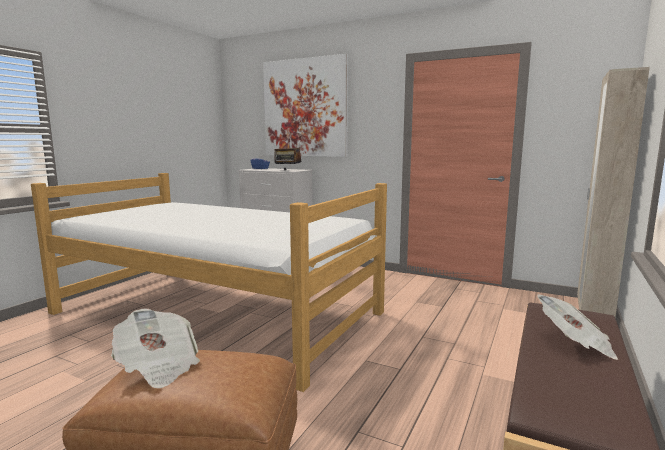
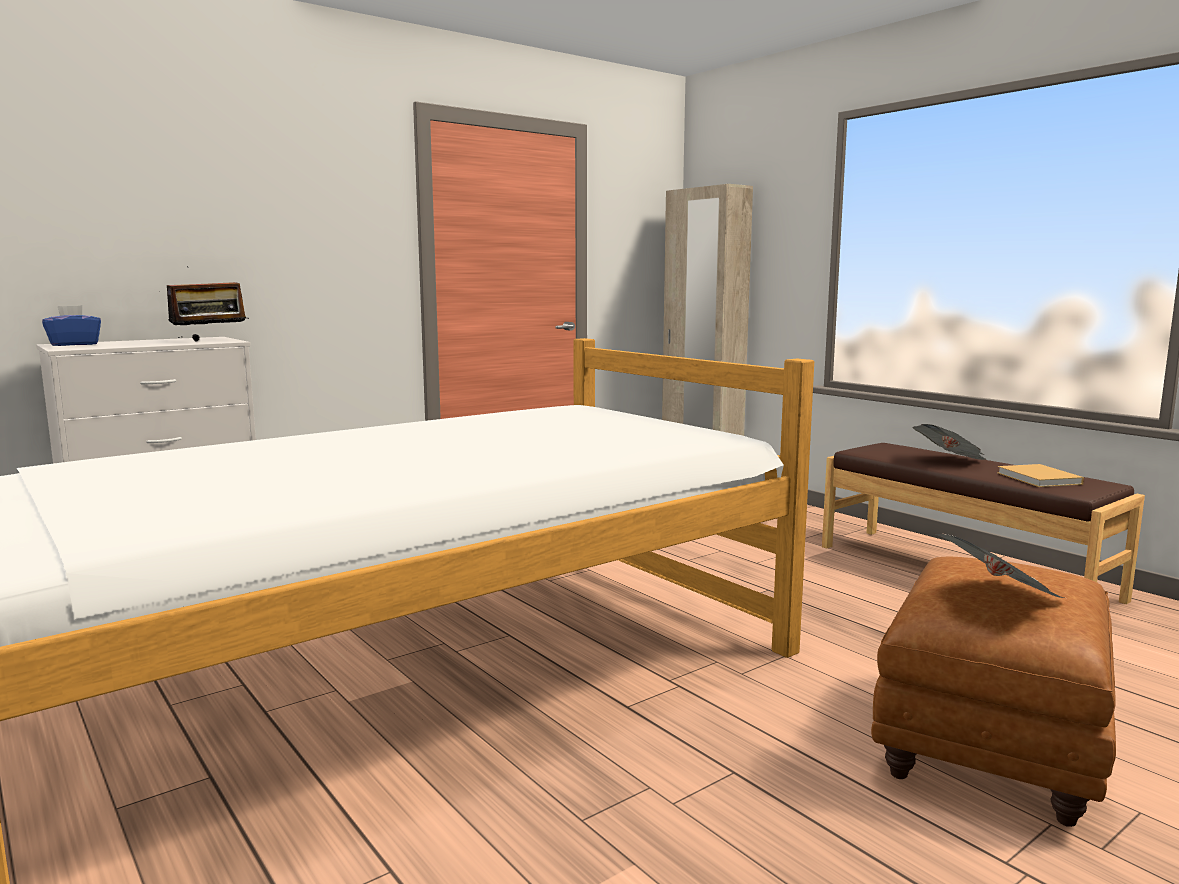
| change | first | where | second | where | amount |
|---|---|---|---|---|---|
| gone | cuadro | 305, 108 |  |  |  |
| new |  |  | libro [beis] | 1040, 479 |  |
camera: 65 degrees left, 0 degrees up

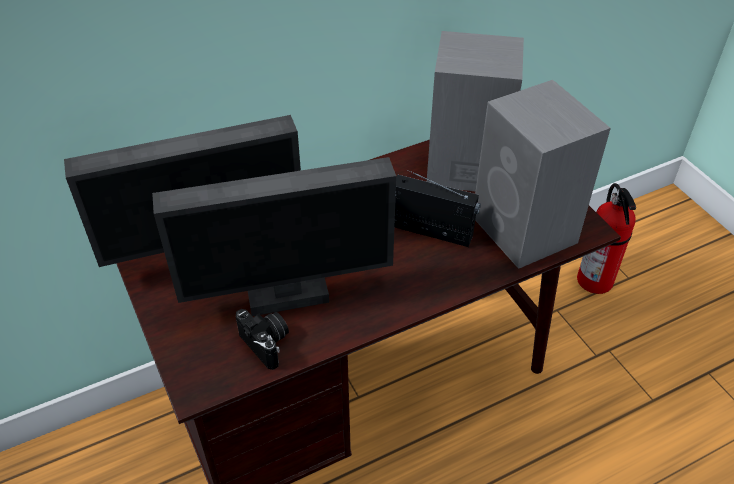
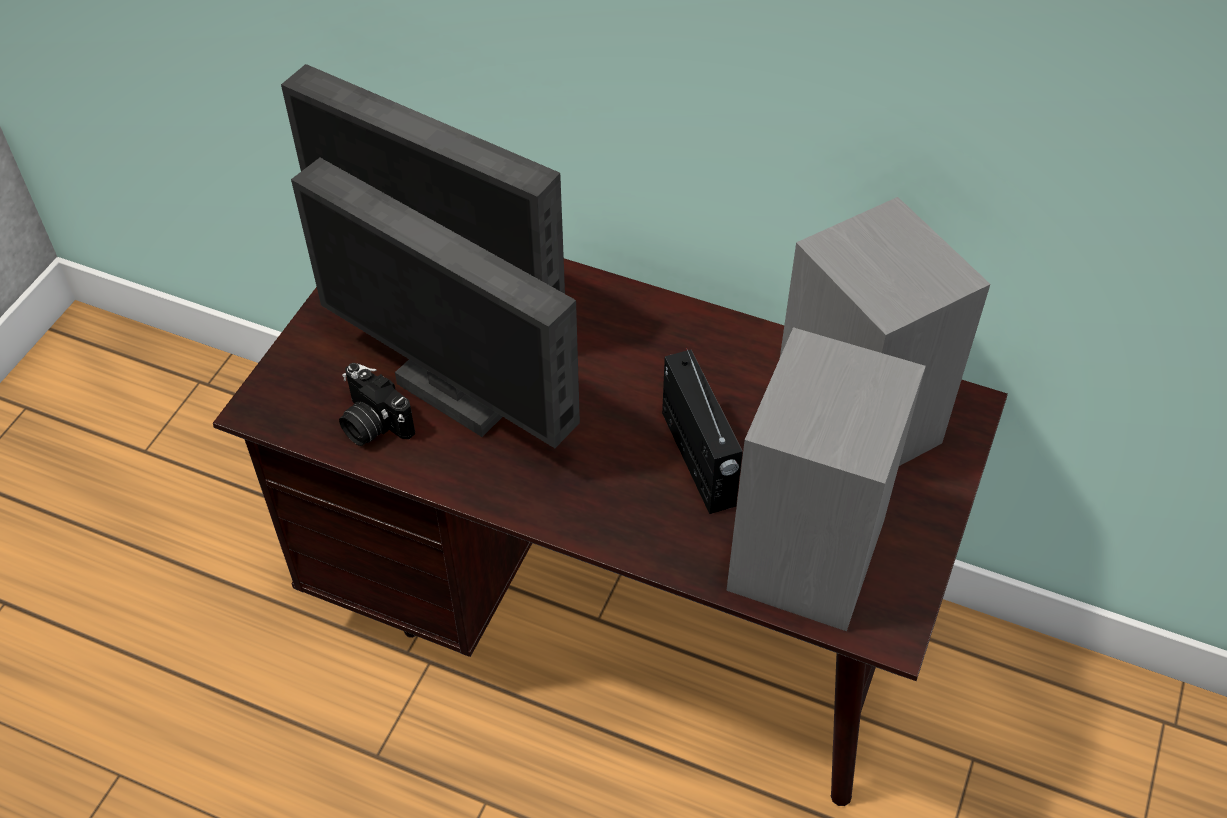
| change | first | where | second | where | amount |
|---|---|---|---|---|---|
| gone | extintor | 596, 281 |  |  |  |
| rotated | cámara | 267, 343 |  | 372, 424 | 120 degrees clockwise |
camera: 50 degrees right, 5 degrees up

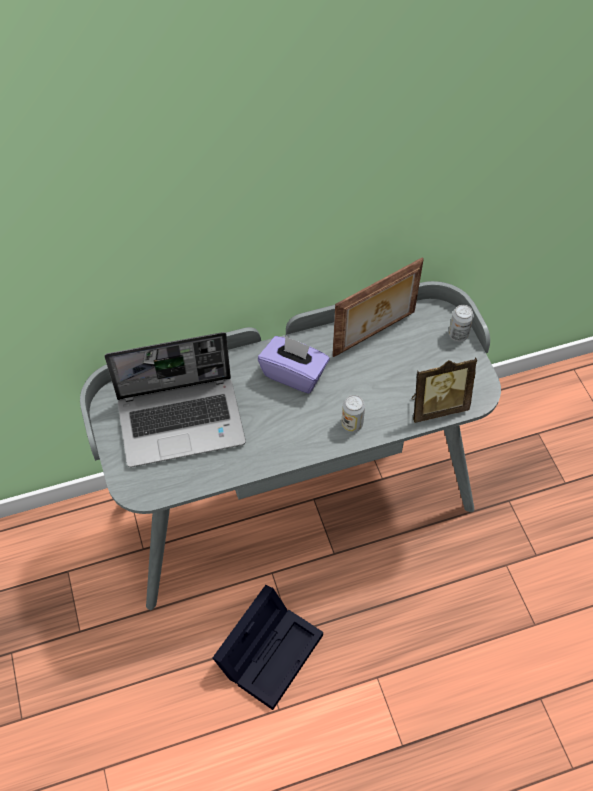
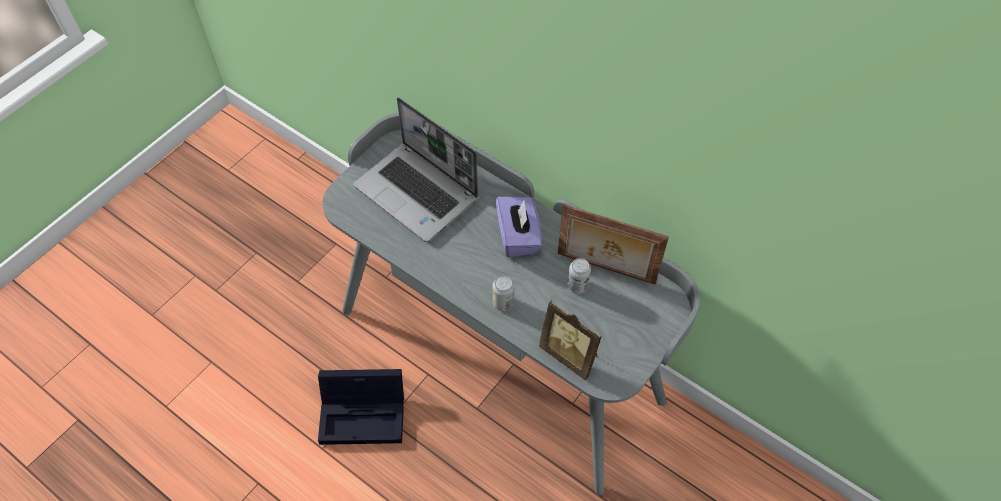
| change | first | where | second | where | amount |
|---|---|---|---|---|---|
| shifted | lata | 458, 334 |  | 577, 286 |  |
camera: 55 degrees right, 0 degrees up

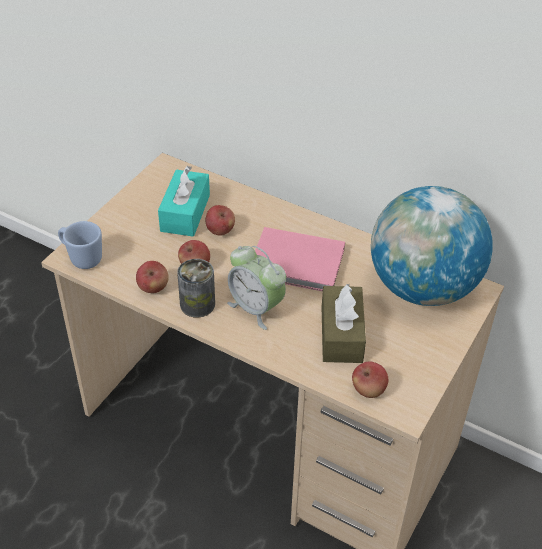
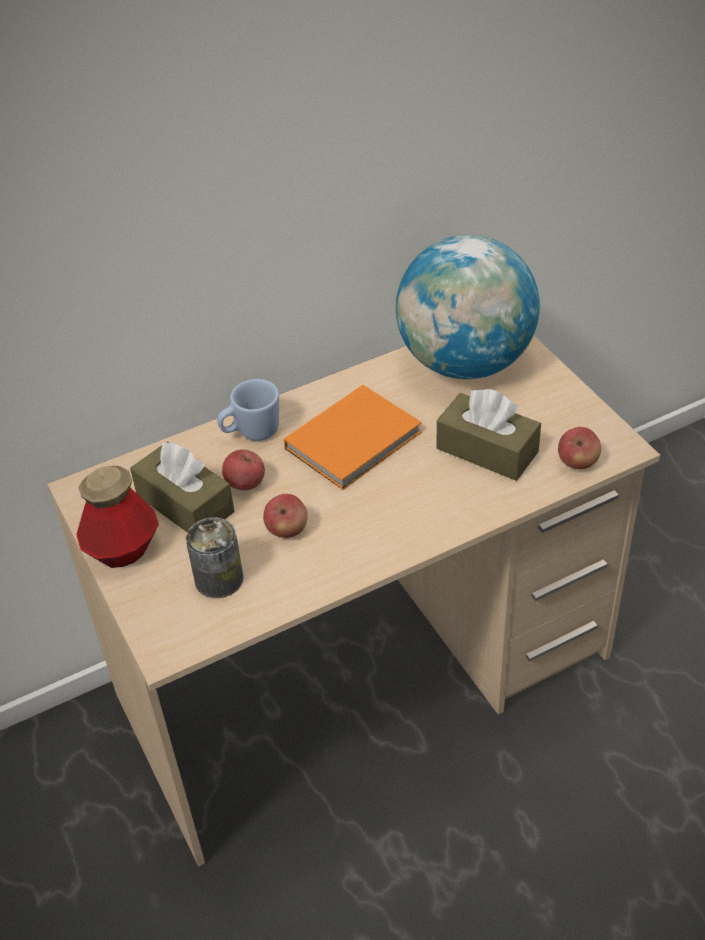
| change | first | where | second | where | amount |
|---|---|---|---|---|---|
| gone | manzana | 153, 288 |  |  |  |
| gone | despertador | 256, 308 |  |  |  |
| new |  |  | botella | 123, 550 |  |
| shifted | taza grande [azul] | 81, 258 |  | 251, 433 |  |
| shifted | lata | 197, 304 |  | 219, 579 |  |
| repainted | caja de pañuelos [turquesa] | 185, 213 | caja de pañuelos [marrón] | 185, 504 |  |
| repainted | libro [rosa] | 299, 264 | libro [naranja] | 357, 439 |  |
camera: 55 degrees left, 0 degrees up

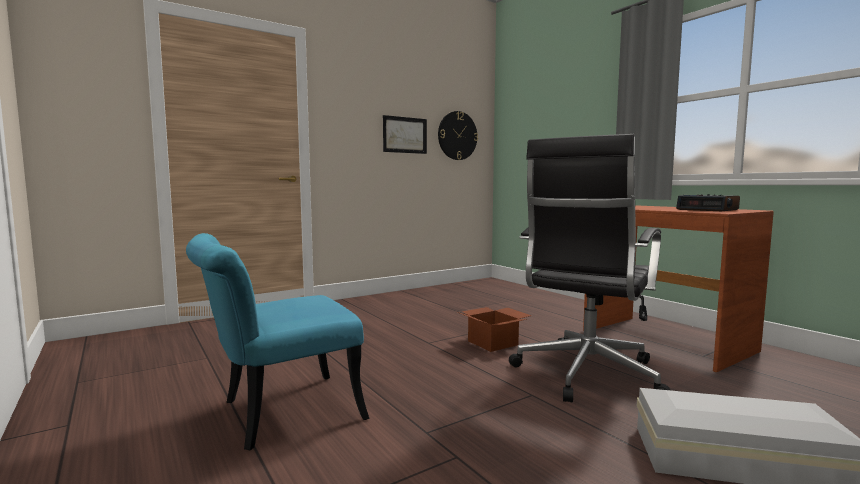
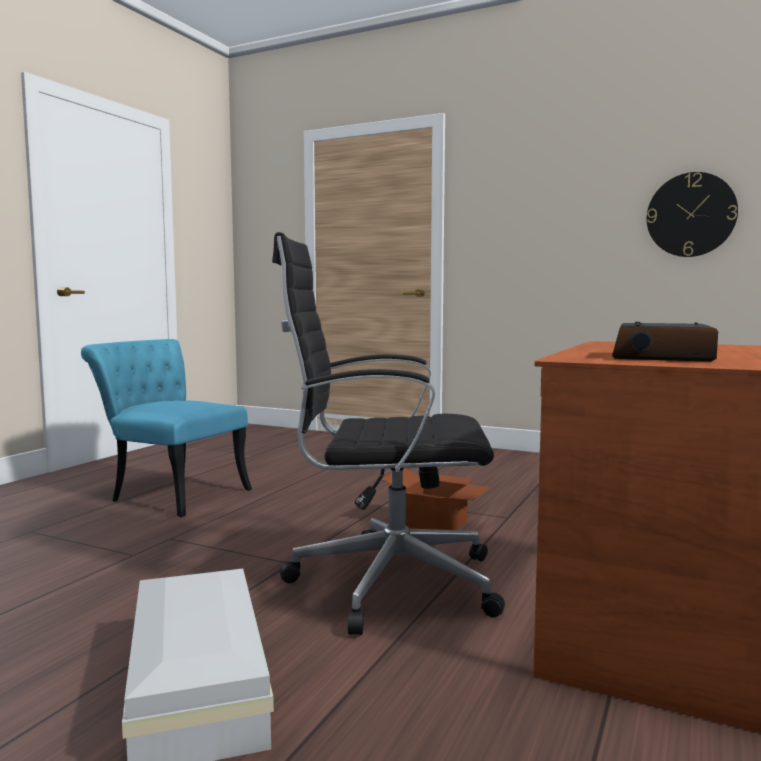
| change | first | where | second | where | amount |
|---|---|---|---|---|---|
| gone | cuadro | 405, 135 |  |  |  |
camera: 60 degrees right, 0 degrees up

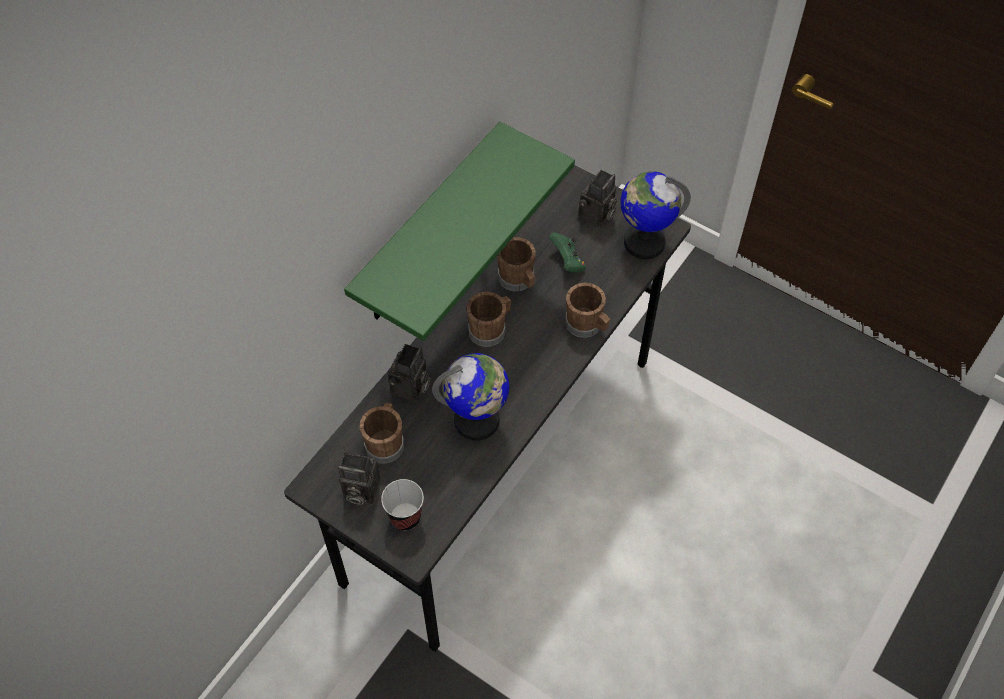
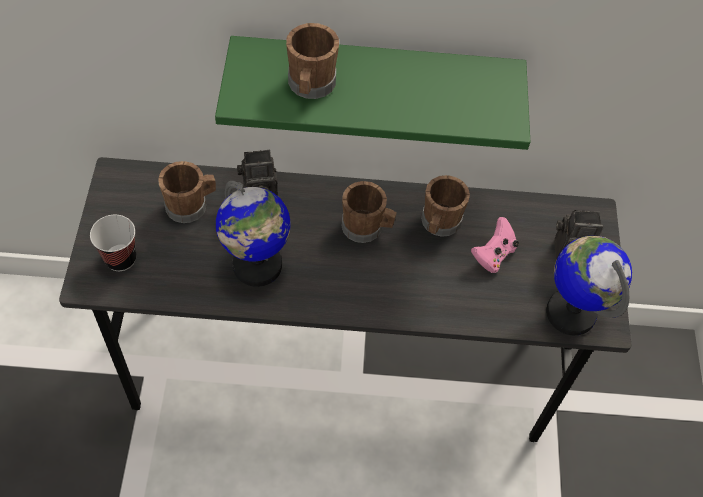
| change | first | where | second | where | amount |
|---|---|---|---|---|---|
| gone | cámara | 359, 491 |  |  |  |
| shifted | taza grande [marrón] | 587, 325 |  | 310, 86 |  |
| repainted | mando de consola [verde] | 567, 261 | mando de consola [rosa] | 493, 255 |  |
camera: 55 degrees right, 0 degrees up

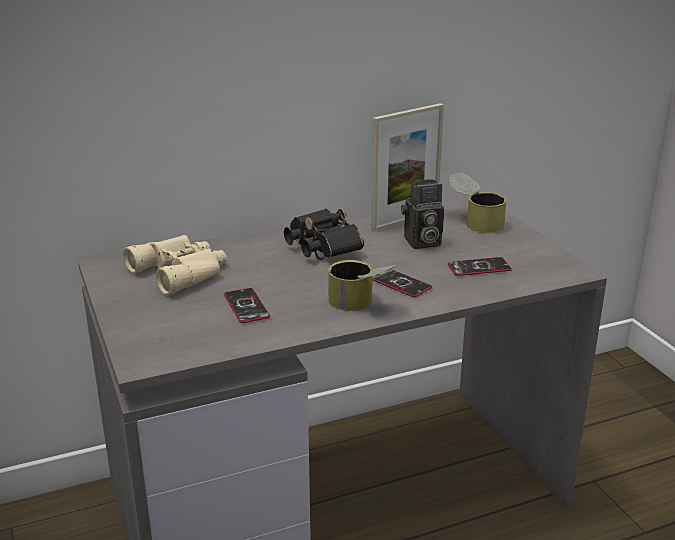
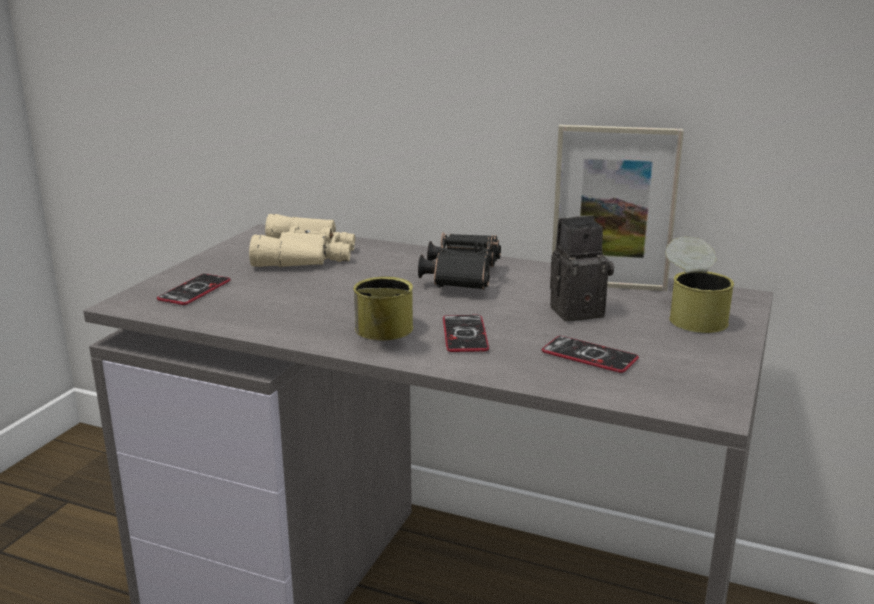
| change | first | where | second | where | amount |
|---|---|---|---|---|---|
| shifted | móvil | 246, 306 |  | 194, 291 |  |
| rotated | cámara | 421, 243 |  | 578, 310 | 135 degrees clockwise |
camera: 45 degrees right, 5 degrees down

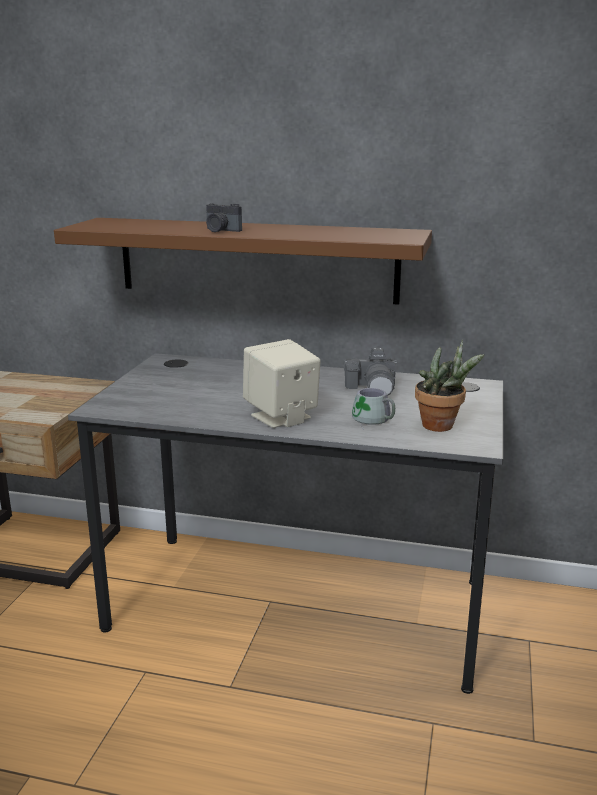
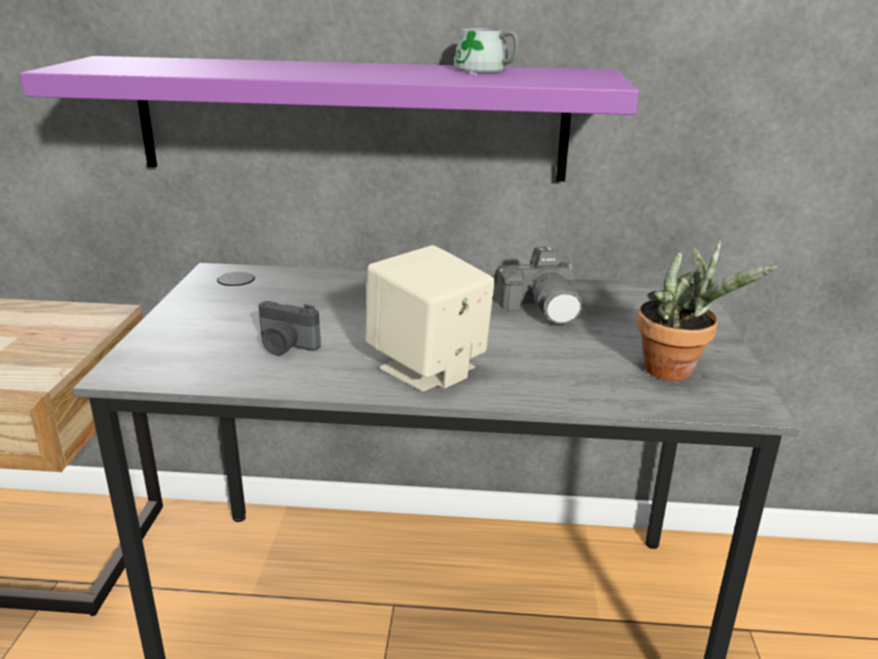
| change | first | where | second | where | amount |
|---|---|---|---|---|---|
| shifted | cámara | 221, 230 |  | 286, 347 |  |
| shifted | taza grande [gris] | 372, 421 |  | 483, 71 |  |
| repainted | estante [marrón] | 256, 260 | estante [morado] | 351, 119 |  |
camera: 10 degrees left, 5 degrees up

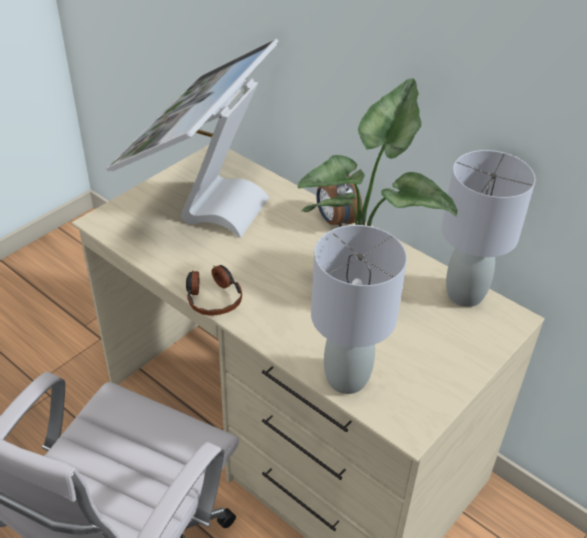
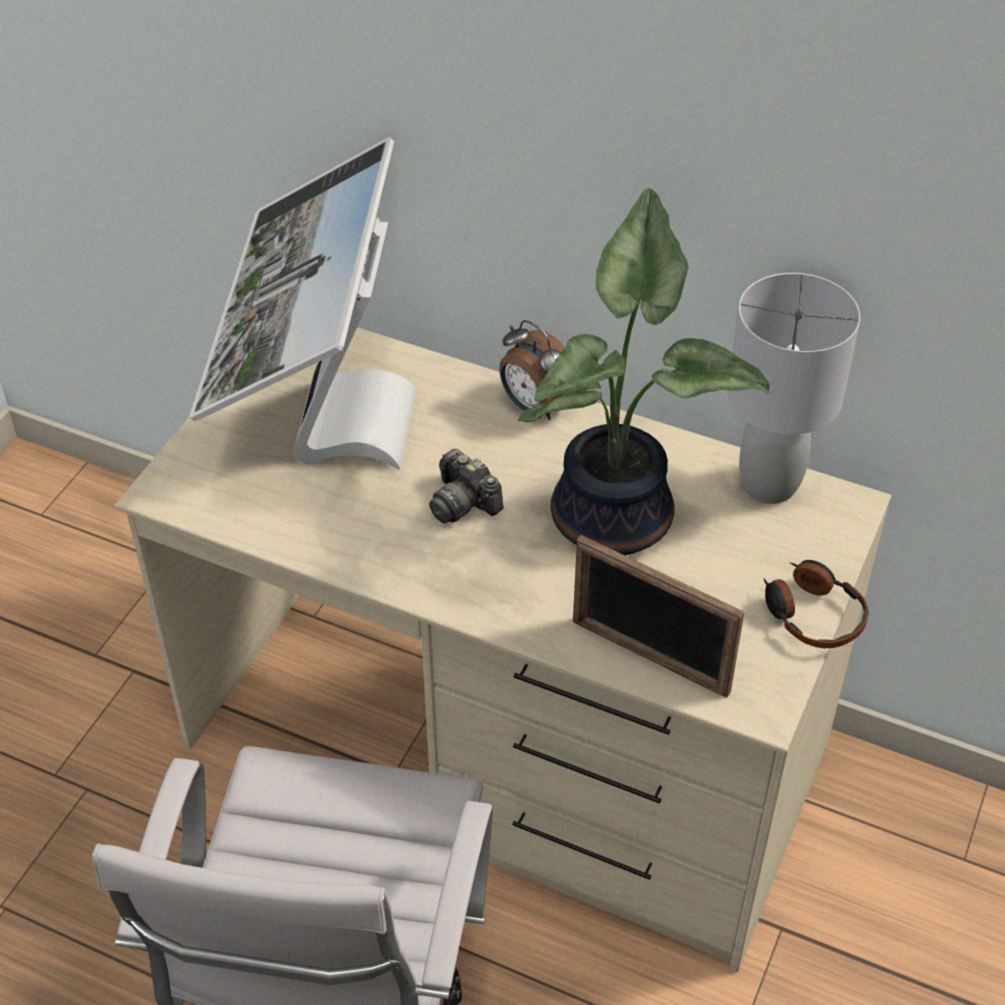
| change | first | where | second | where | amount |
|---|---|---|---|---|---|
| new |  |  | cámara | 463, 502 |  |
| shifted | auriculares | 213, 297 |  | 812, 614 |  |
| swapped | lámpara de mesa [gris] | 347, 379 | portarretratos | 649, 657 |  |
camera: 15 degrees left, 5 degrees up

